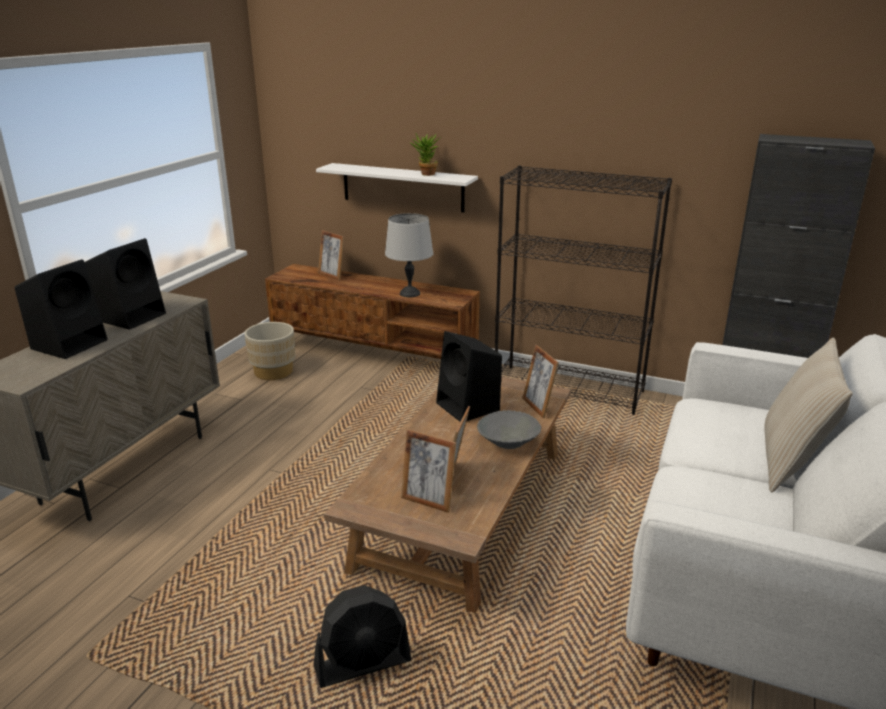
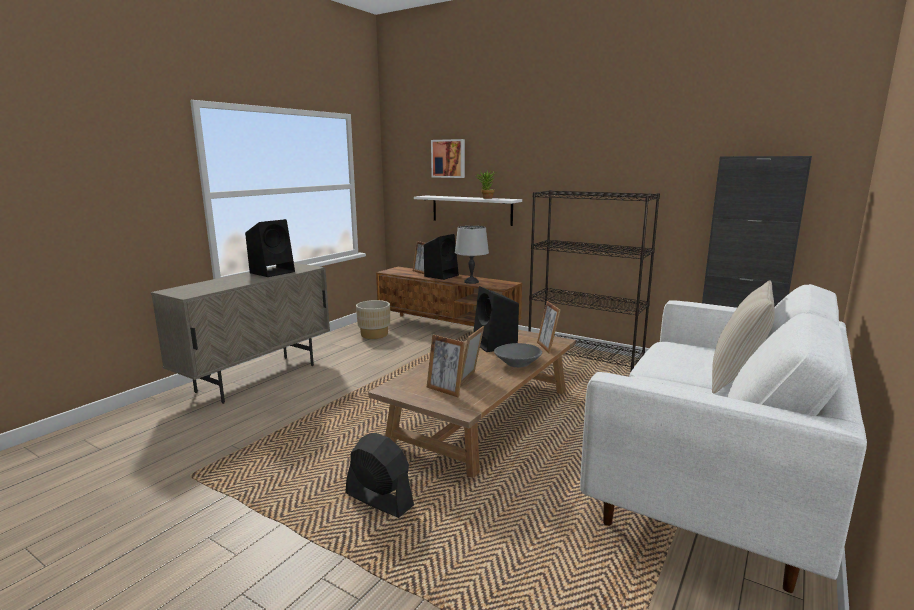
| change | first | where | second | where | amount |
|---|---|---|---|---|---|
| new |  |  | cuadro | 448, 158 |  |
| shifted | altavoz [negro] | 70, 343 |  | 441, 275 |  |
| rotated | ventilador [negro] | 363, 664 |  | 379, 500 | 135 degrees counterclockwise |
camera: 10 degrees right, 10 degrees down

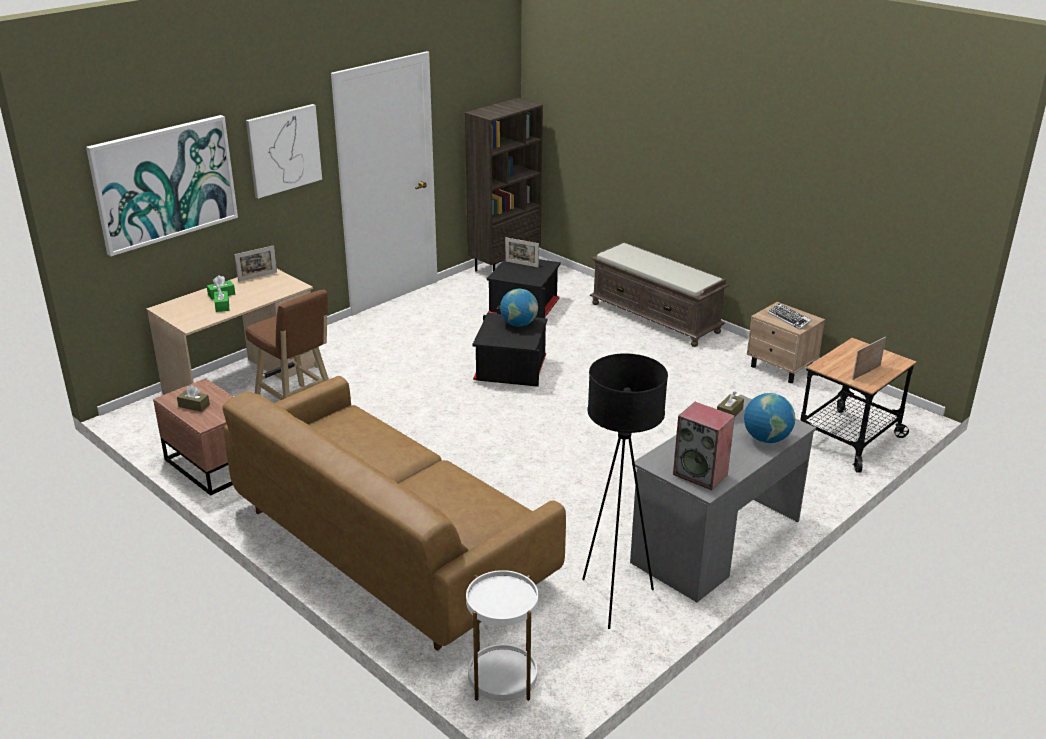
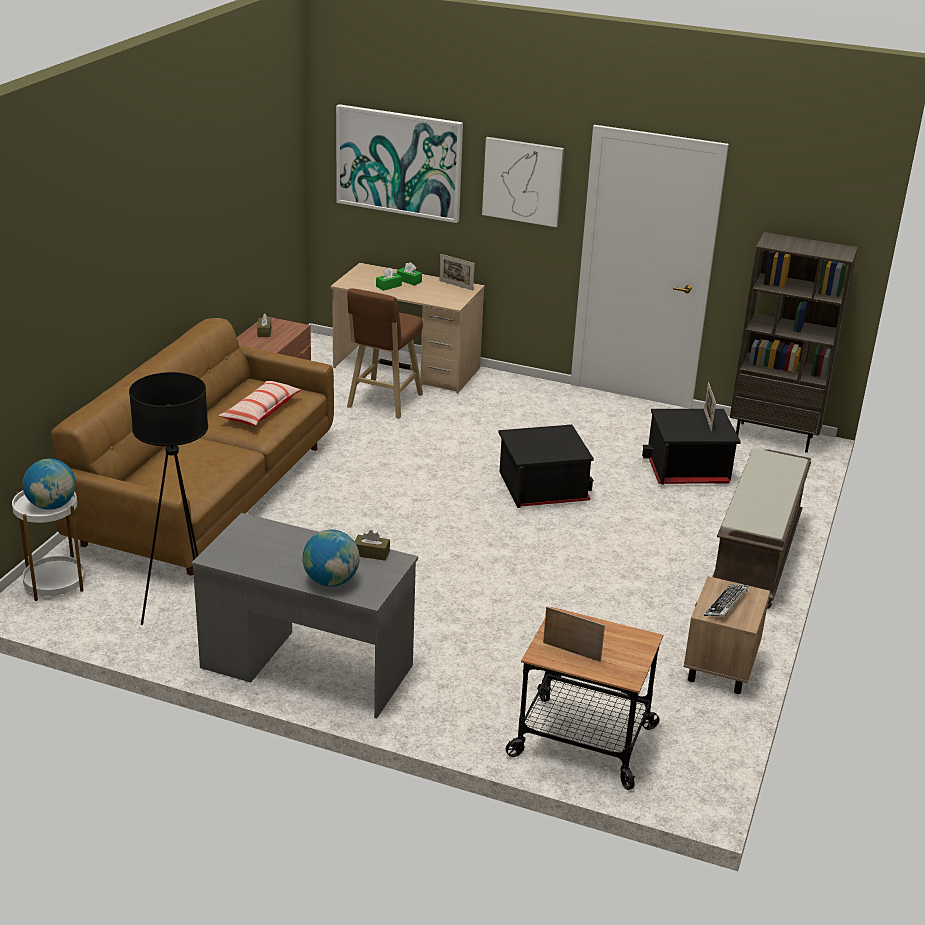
| change | first | where | second | where | amount |
|---|---|---|---|---|---|
| gone | altavoz | 701, 474 |  |  |  |
| new |  |  | cojín | 261, 411 |  |
| shifted | globo terráqueo | 519, 324 |  | 52, 505 |  |
camera: 65 degrees right, 0 degrees up

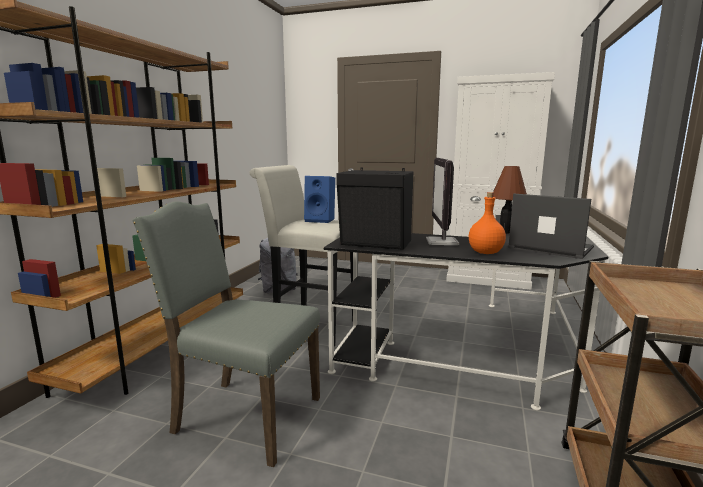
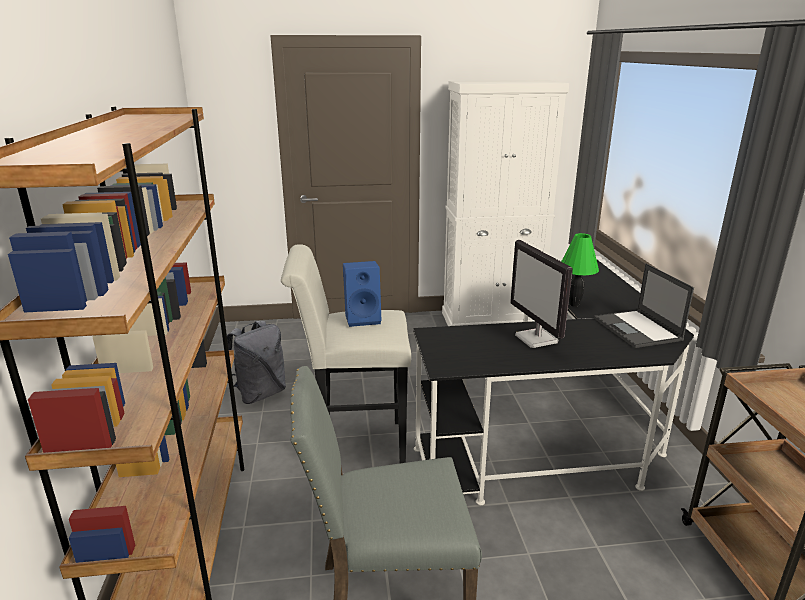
| change | first | where | second | where | amount |
|---|---|---|---|---|---|
| gone | altavoz [negro] | 376, 243 |  |  |  |
| gone | botella [naranja] | 485, 253 |  |  |  |
| repainted | lámpara de mesa [marrón] | 505, 232 | lámpara de mesa [verde] | 573, 304 |  |
| rotated | portátil | 549, 248 |  | 638, 329 | 120 degrees counterclockwise |
camera: 25 degrees left, 10 degrees up

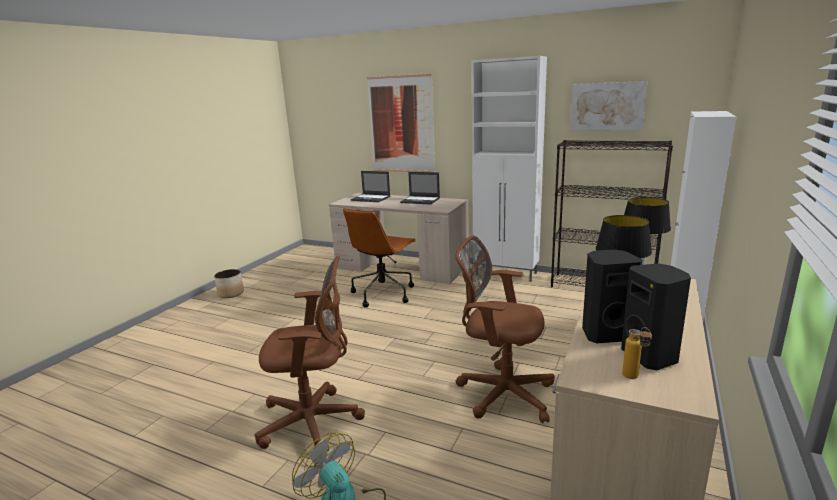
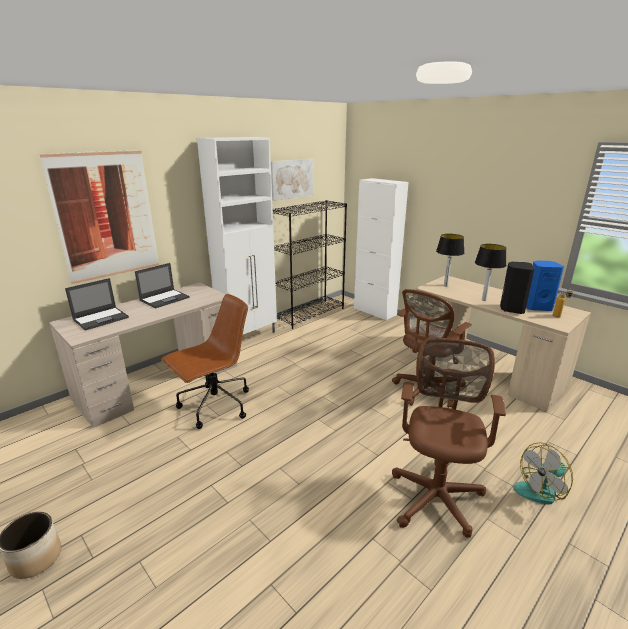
| change | first | where | second | where | amount |
|---|---|---|---|---|---|
| repainted | altavoz [negro] | 651, 356 | altavoz [azul] | 537, 307 |  |
| rotated | silla de oficina [marrón] | 383, 293 |  | 214, 406 | 90 degrees counterclockwise |
camera: 70 degrees left, 5 degrees up

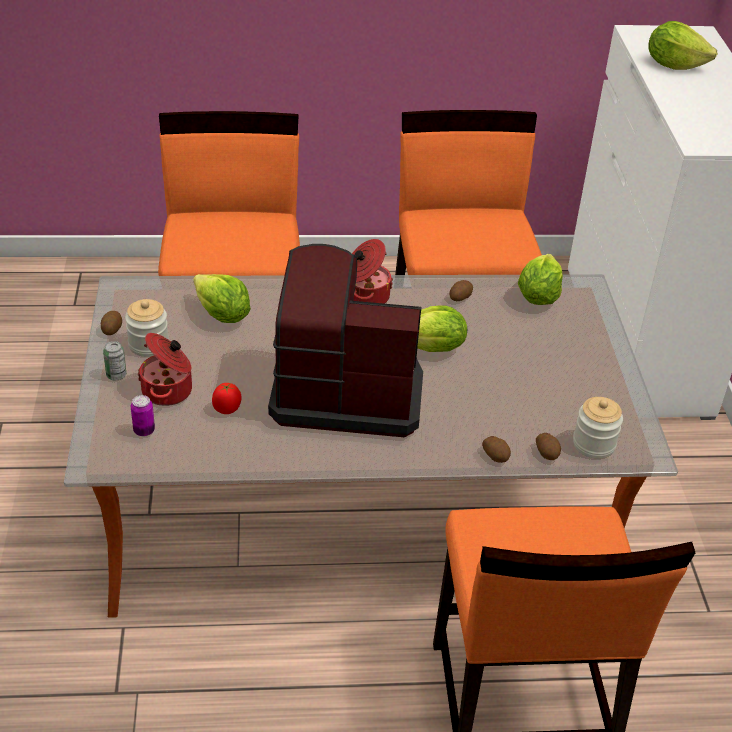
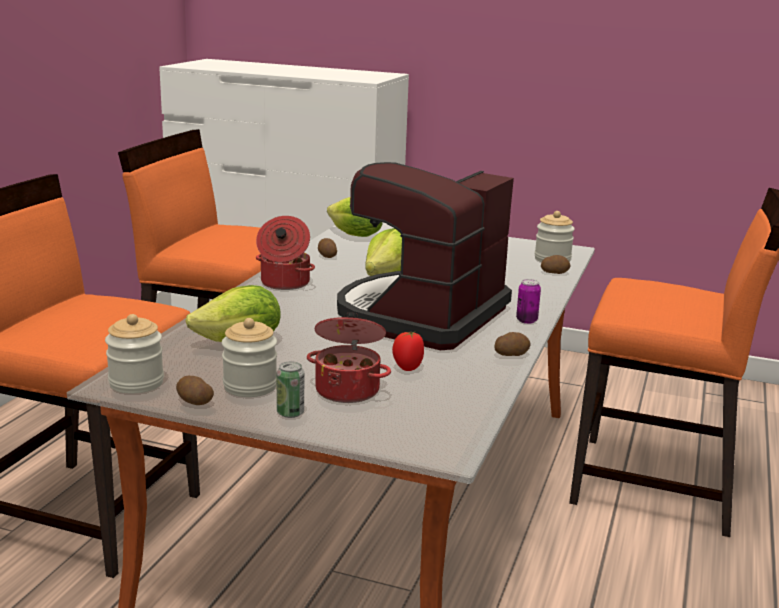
| change | first | where | second | where | amount |
|---|---|---|---|---|---|
| gone | lechuga | 674, 65 |  |  |  |
| new |  |  | tarro | 136, 383 |  |
| shifted | lata | 144, 431 |  | 526, 320 |  |
| shifted | patata | 496, 455 |  | 511, 354 |  |
camera: 65 degrees left, 20 degrees down

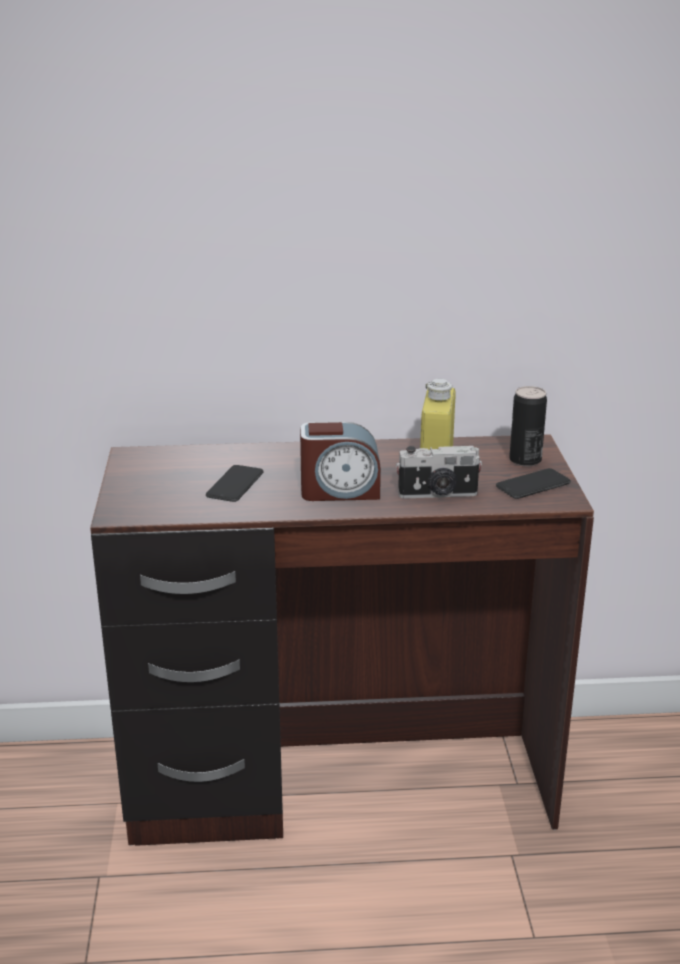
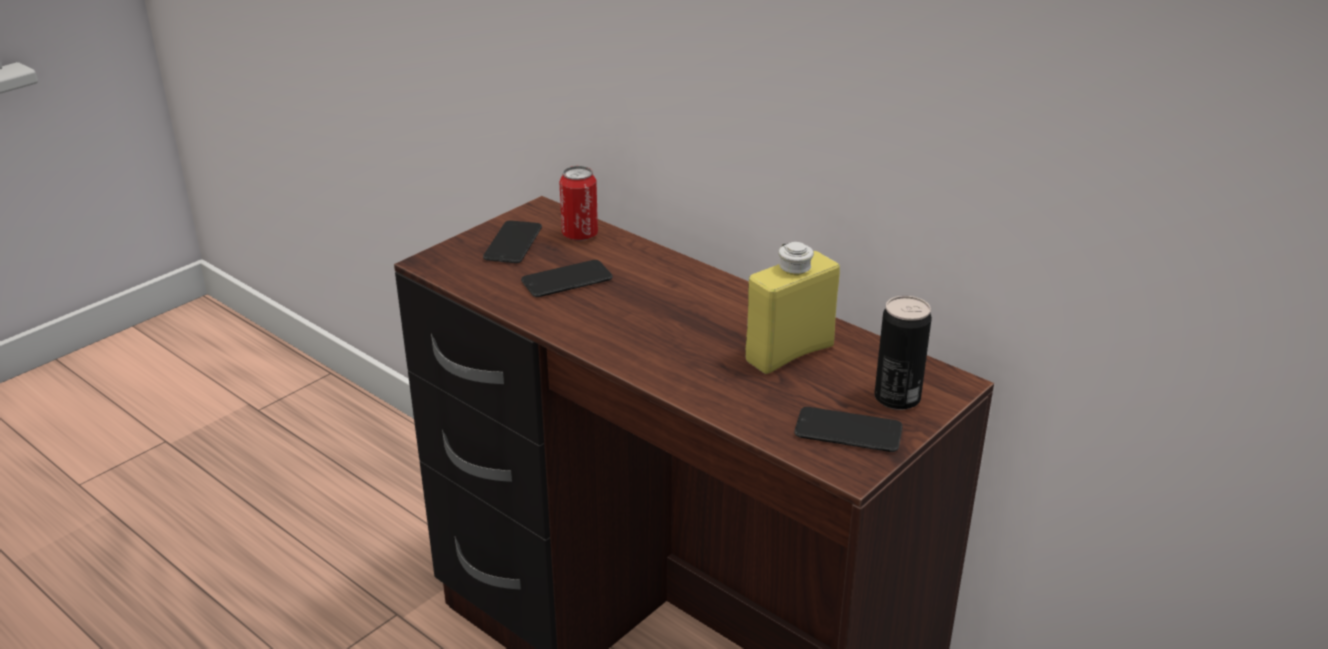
| change | first | where | second | where | amount |
|---|---|---|---|---|---|
| gone | despertador | 340, 491 |  |  |  |
| gone | cámara | 438, 494 |  |  |  |
| new |  |  | móvil | 513, 243 |  |
| new |  |  | lata | 580, 235 |  |
camera: 45 degrees right, 5 degrees up

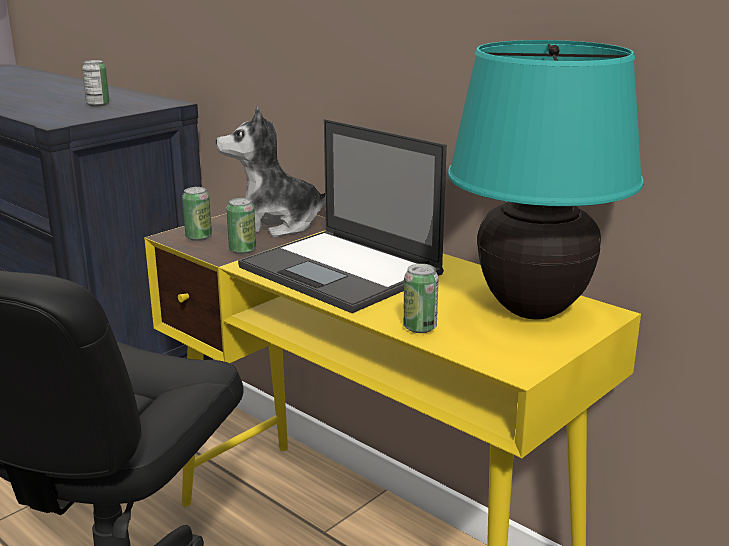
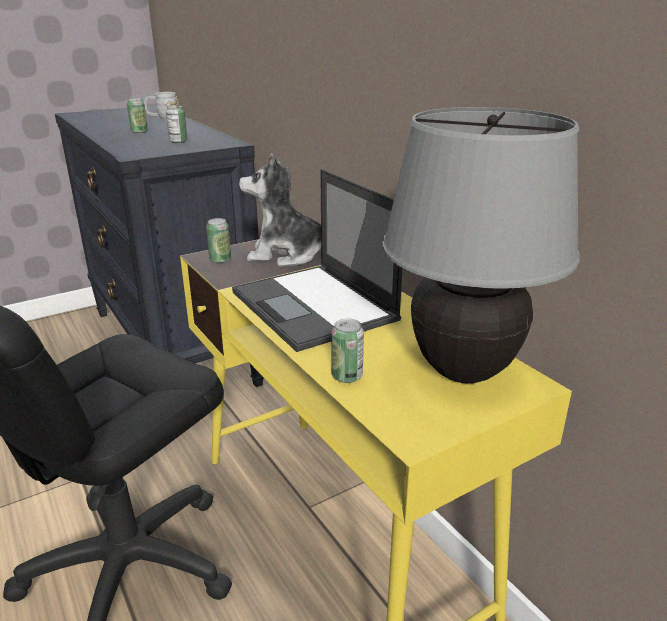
| change | first | where | second | where | amount |
|---|---|---|---|---|---|
| new |  |  | taza grande [gris] | 163, 118 |  |
| shifted | lata | 242, 250 |  | 139, 132 |  |
| repainted | lámpara de mesa [turquesa] | 533, 310 | lámpara de mesa [gris] | 464, 372 |  |
camera: 15 degrees right, 5 degrees up

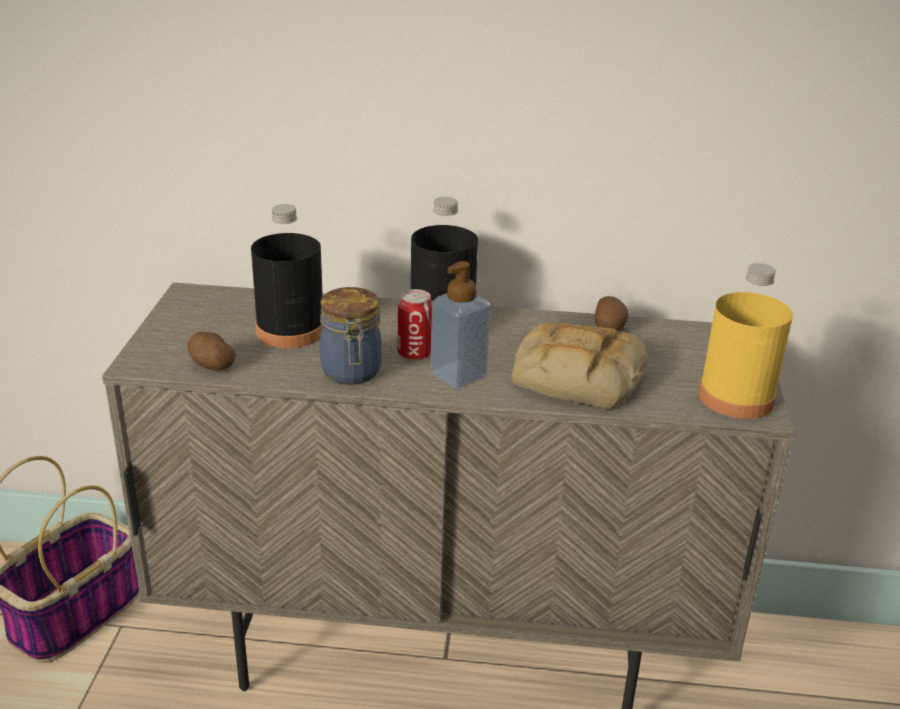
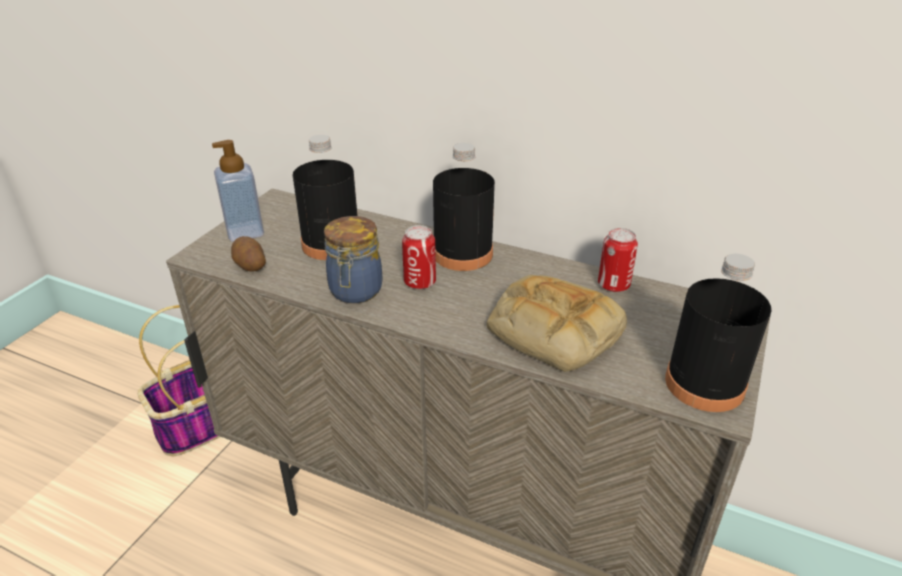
| change | first | where | second | where | amount |
|---|---|---|---|---|---|
| shifted | dispensador de jabón | 458, 375 |  | 245, 232 |  |
| swapped | patata | 610, 327 | lata | 613, 285 |  |
| repainted | botella [amarillo] | 736, 397 | botella [negro] | 704, 384 |  |
camera: 20 degrees right, 5 degrees up

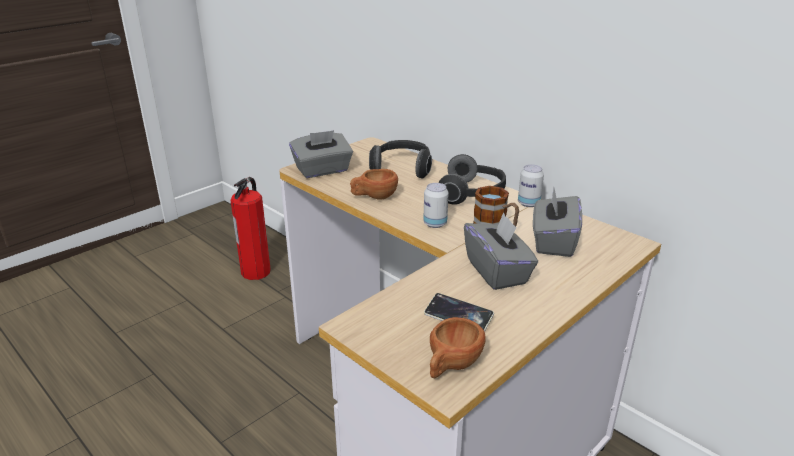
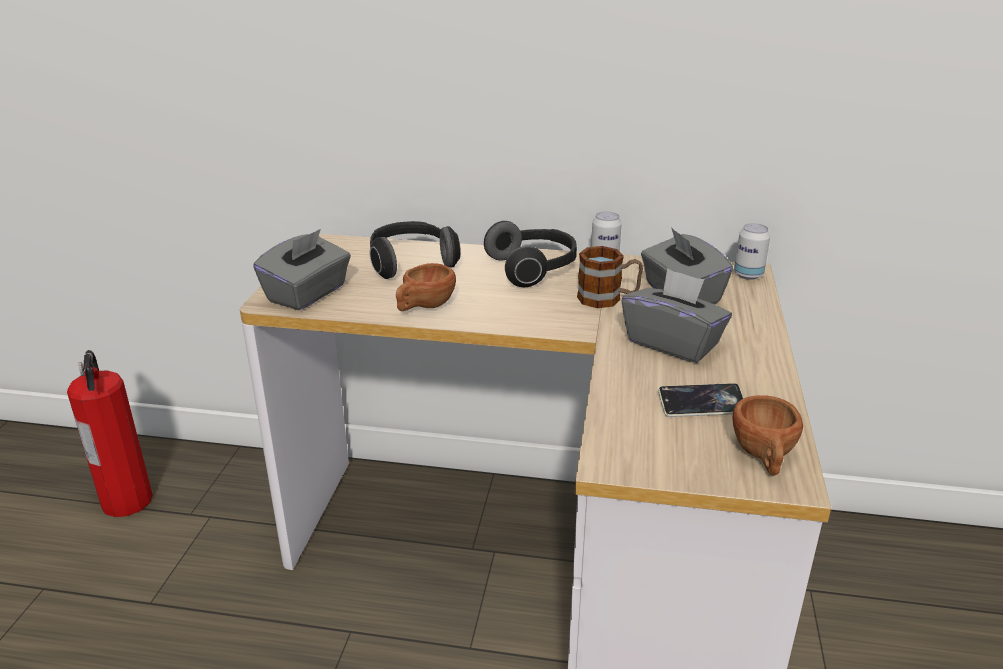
| change | first | where | second | where | amount |
|---|---|---|---|---|---|
| shifted | lata | 435, 224 |  | 748, 275 |  |
camera: 35 degrees left, 0 degrees up

